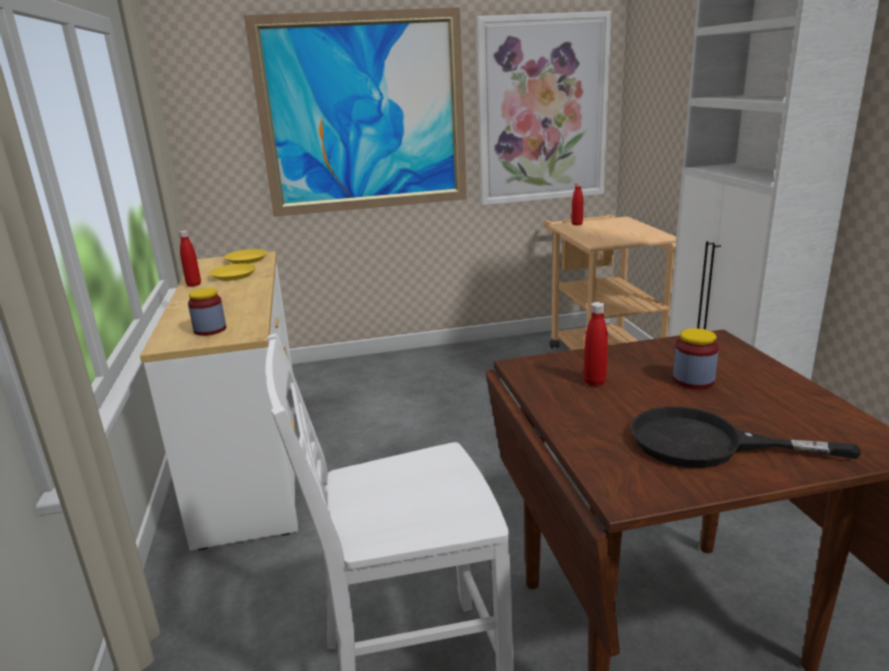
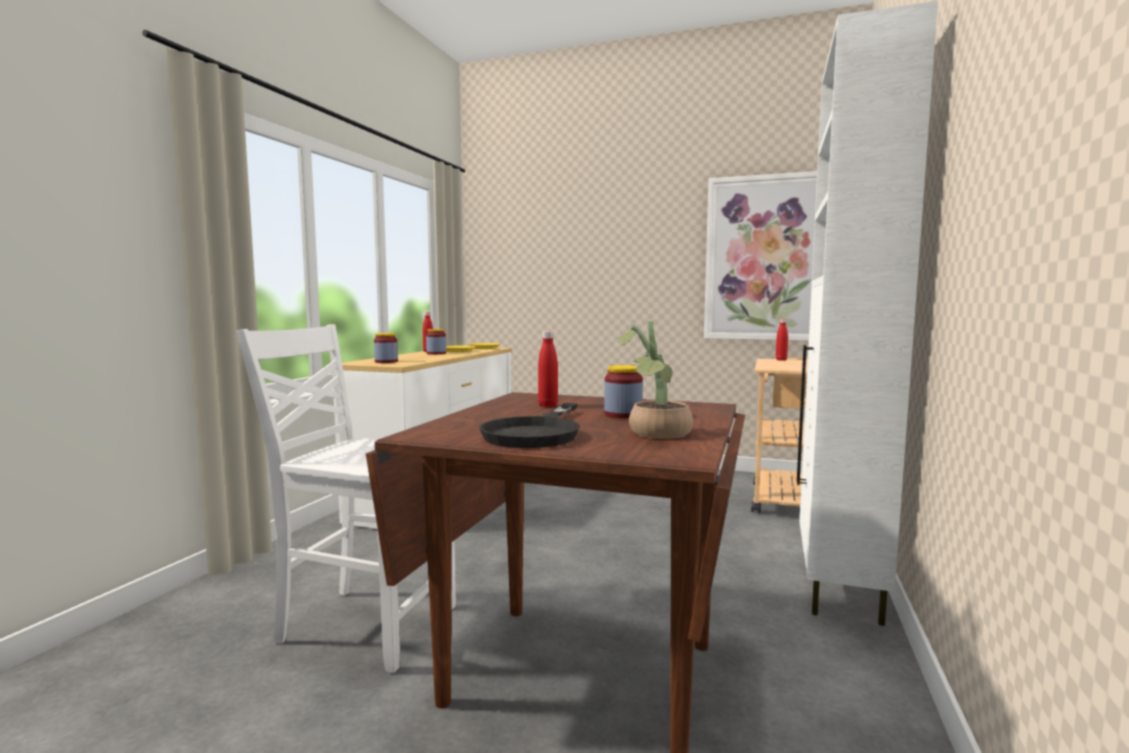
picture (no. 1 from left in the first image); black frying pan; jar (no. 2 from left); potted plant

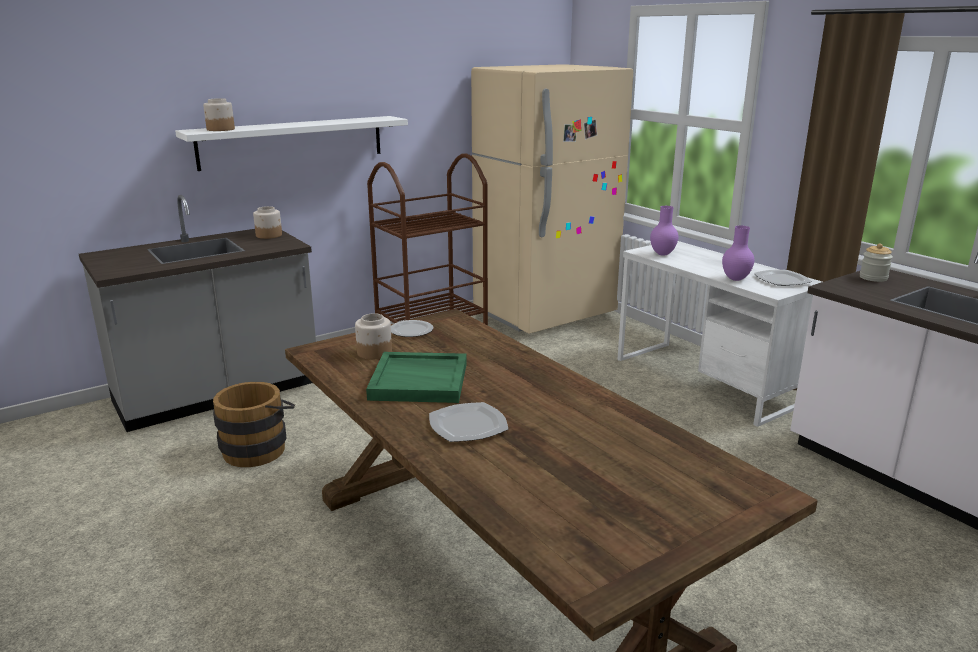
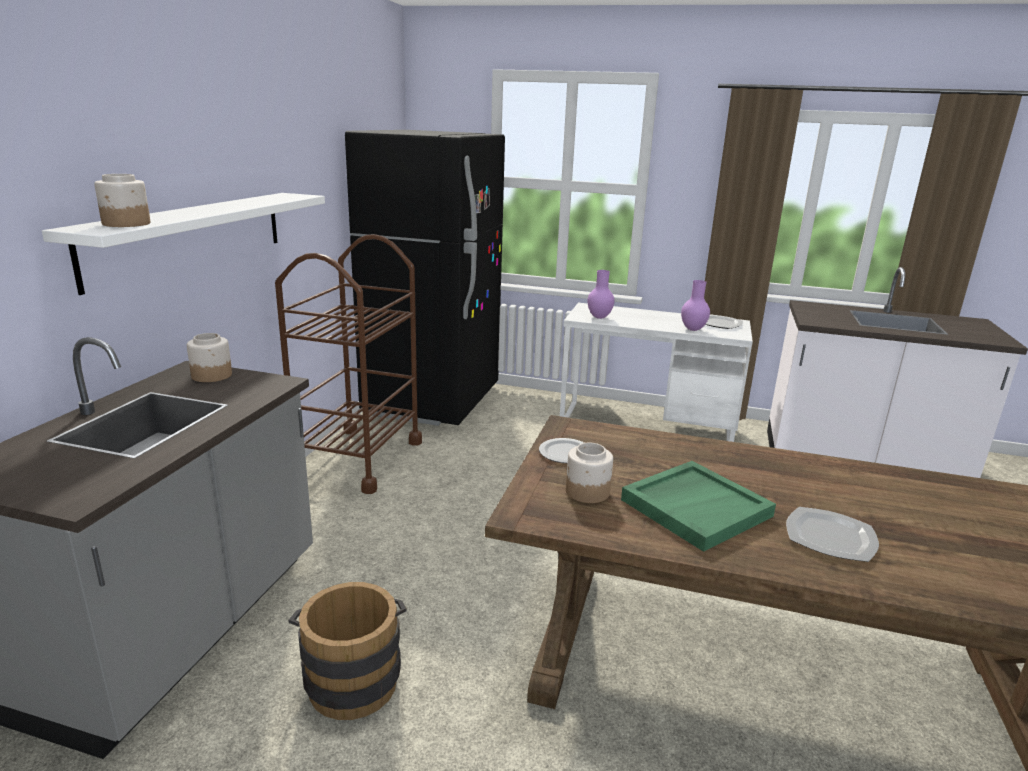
black fridge; jar (no. 4 from left in the first image)

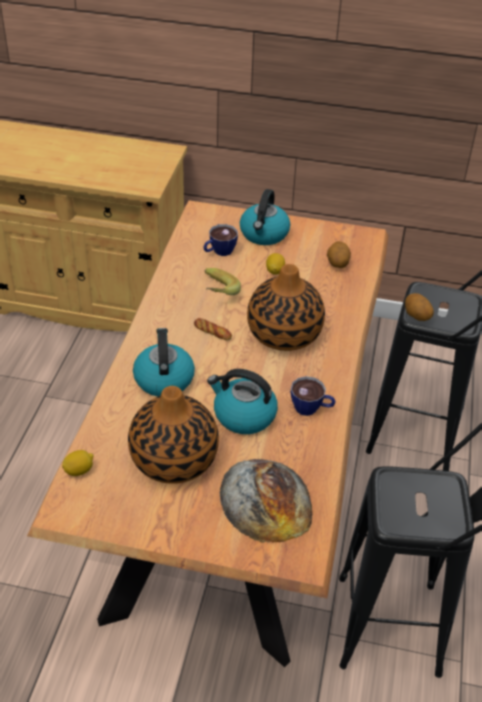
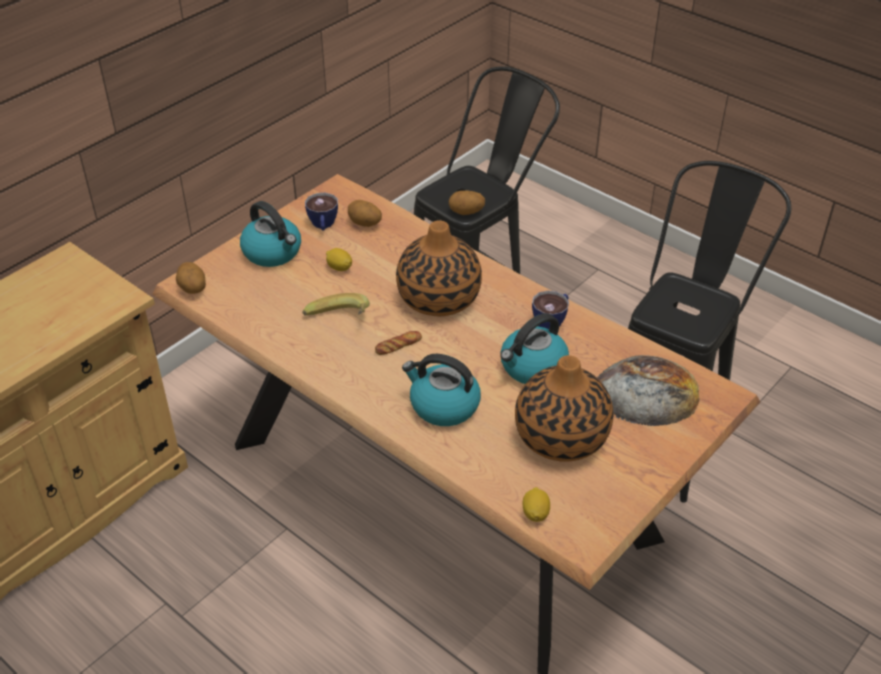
cup (no. 1 from left); potato (no. 1 from left)

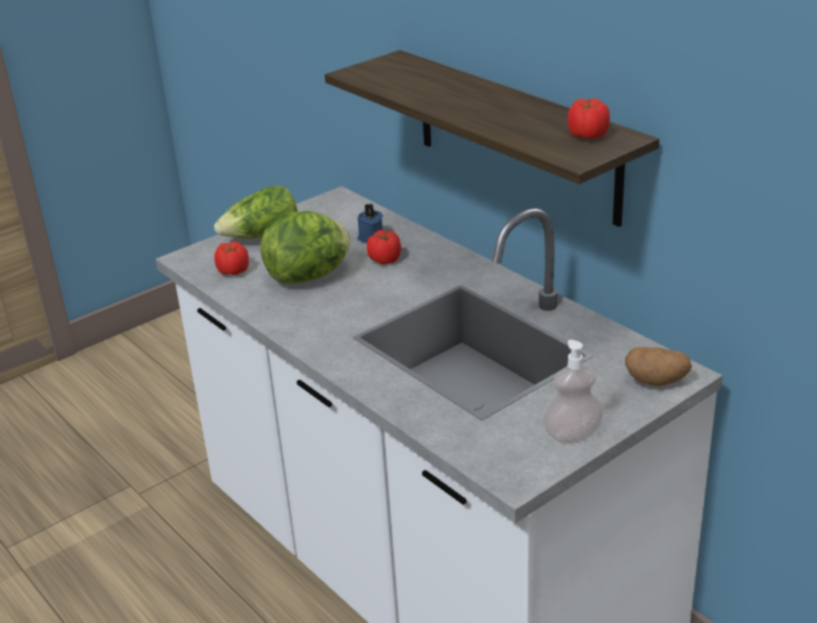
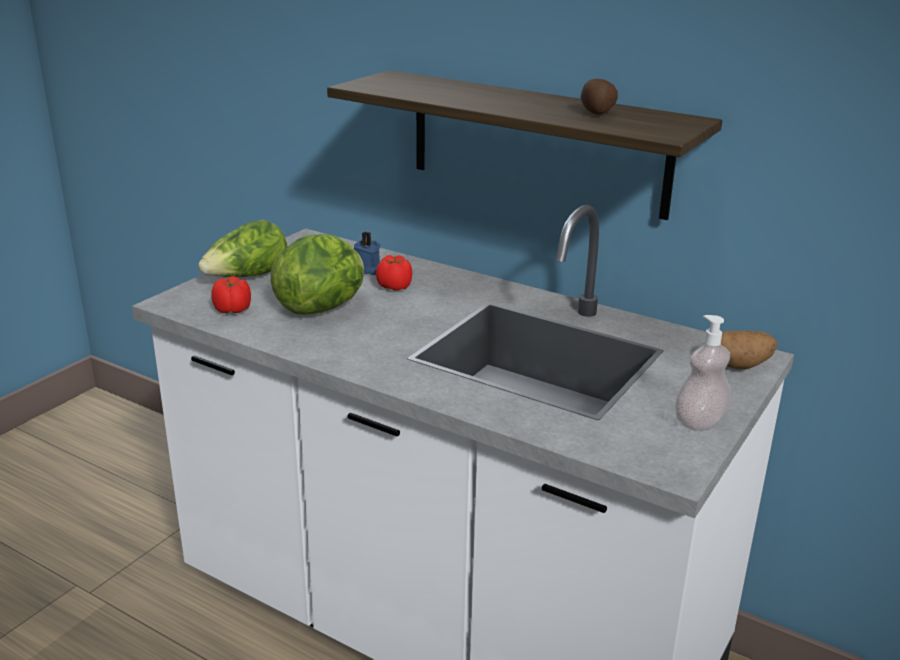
tomato (no. 3 from left in the first image); potato (no. 1 from left)

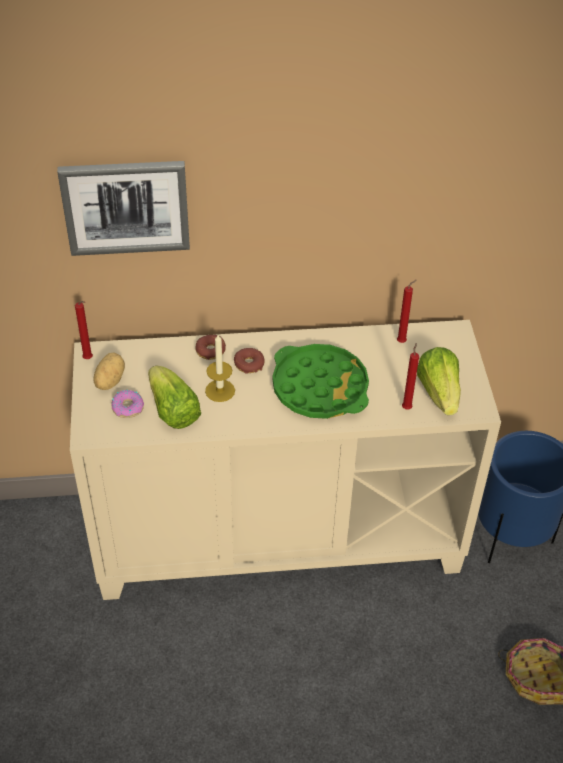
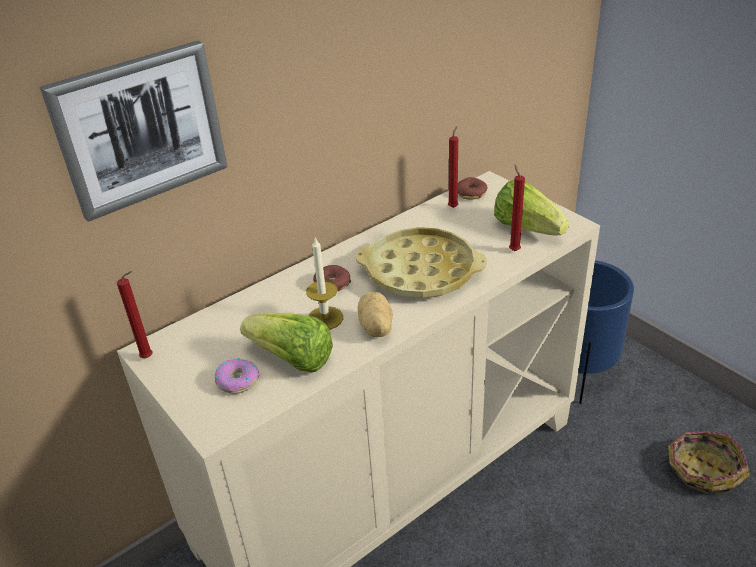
potato; donut (no. 3 from left); yellow tray

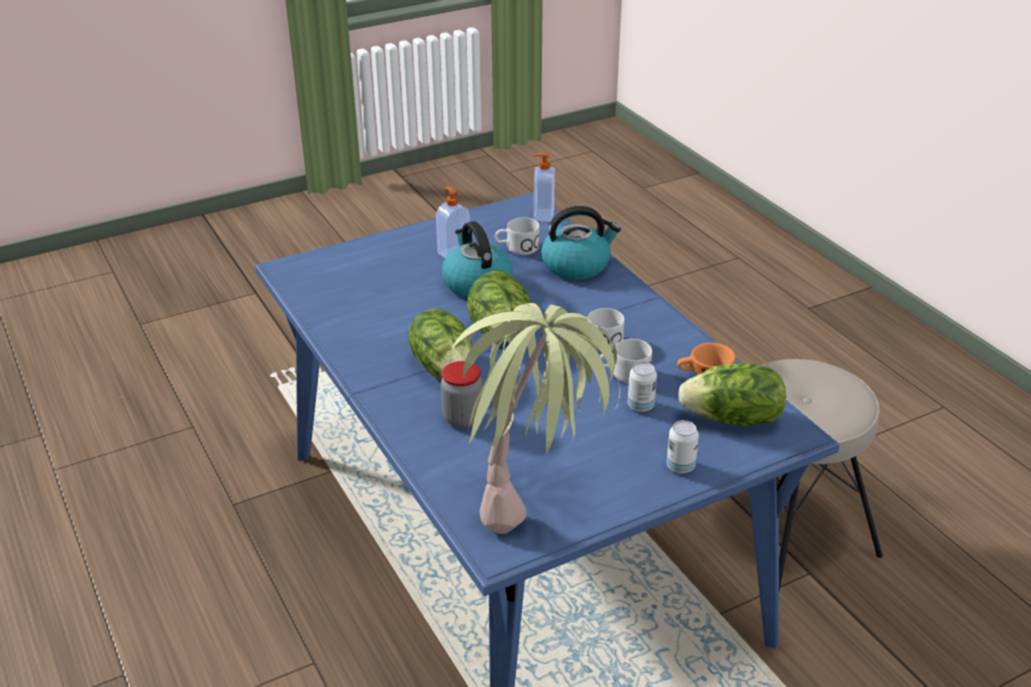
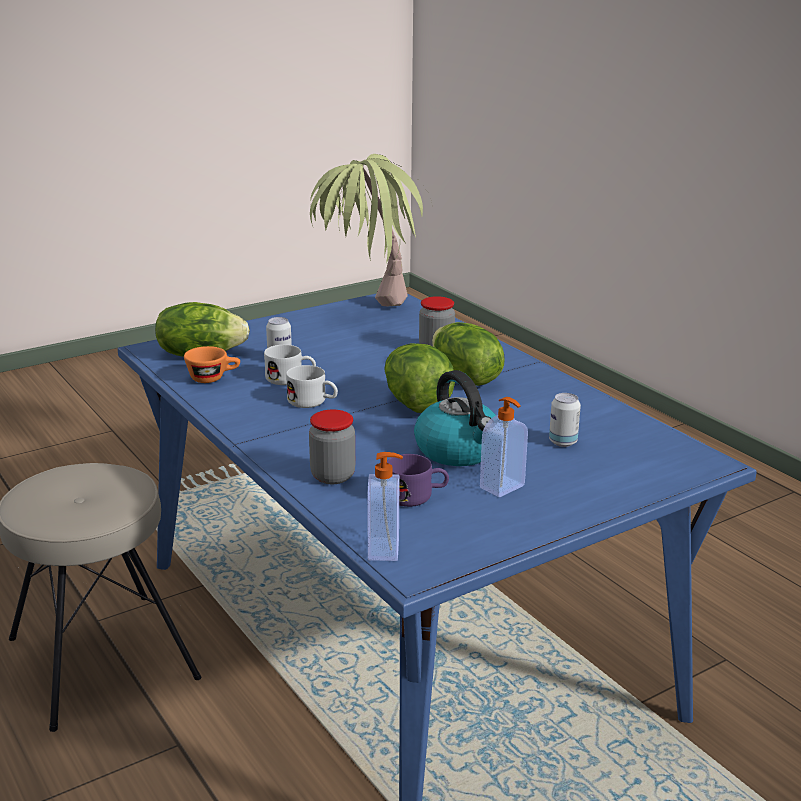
purple mug; jar (no. 1 from left); can (no. 2 from left)

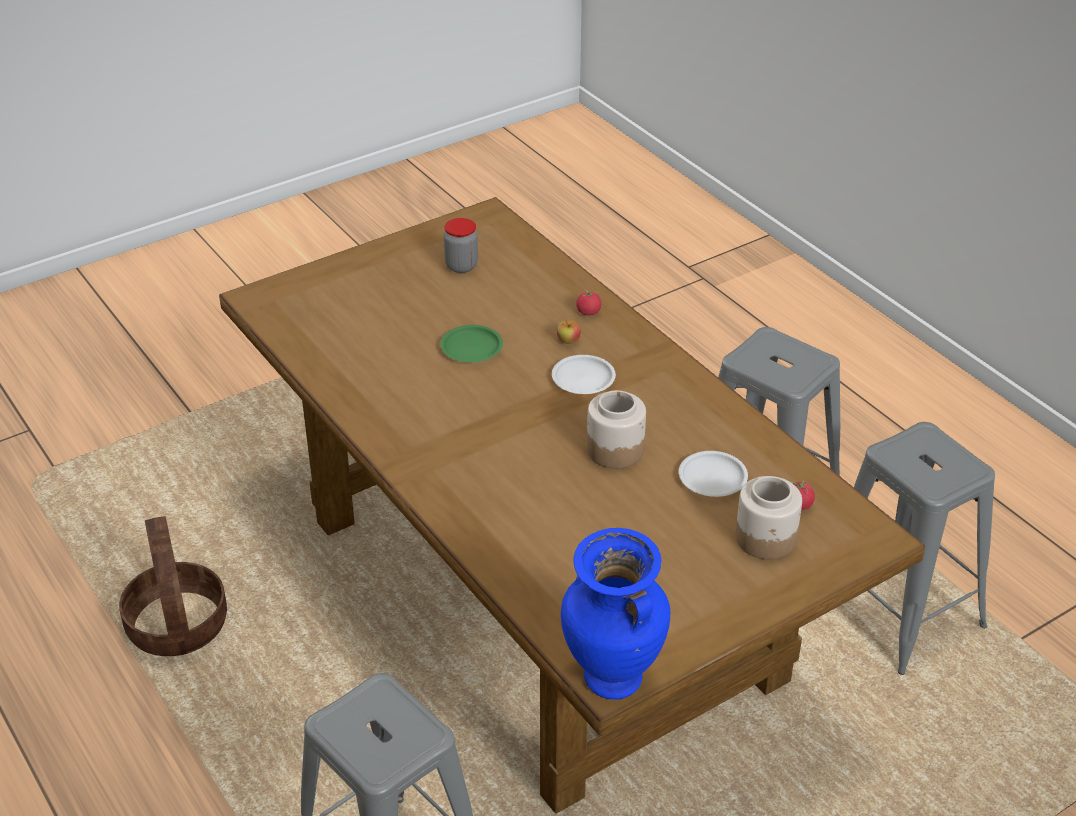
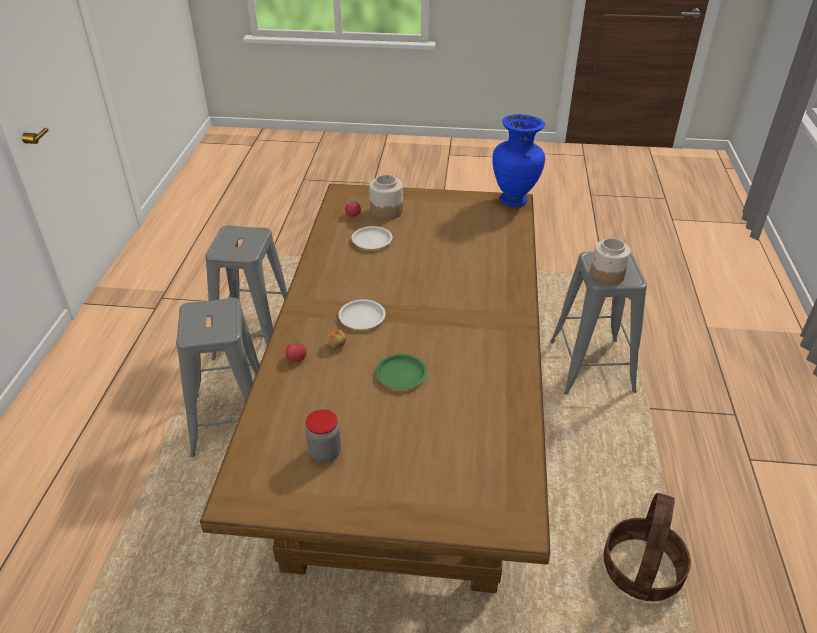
jar (no. 3 from left)

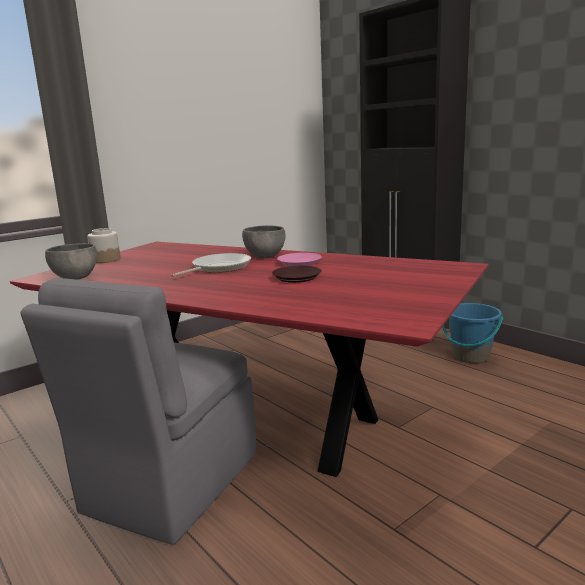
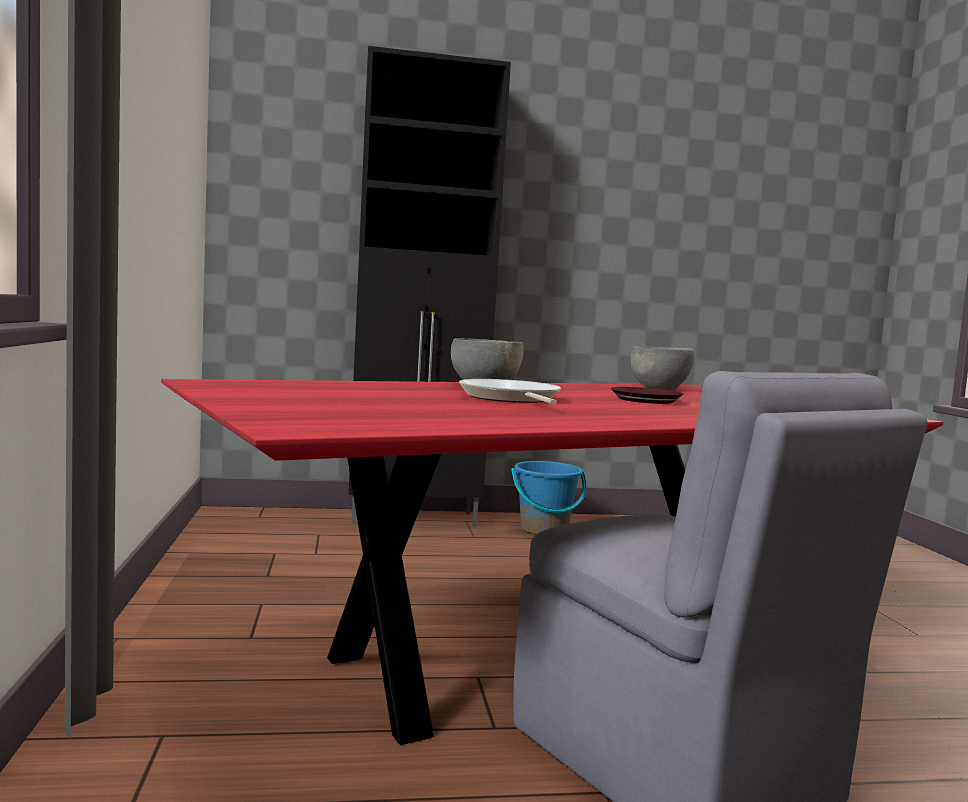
grey bowl (no. 2 from left); jar; pink plate

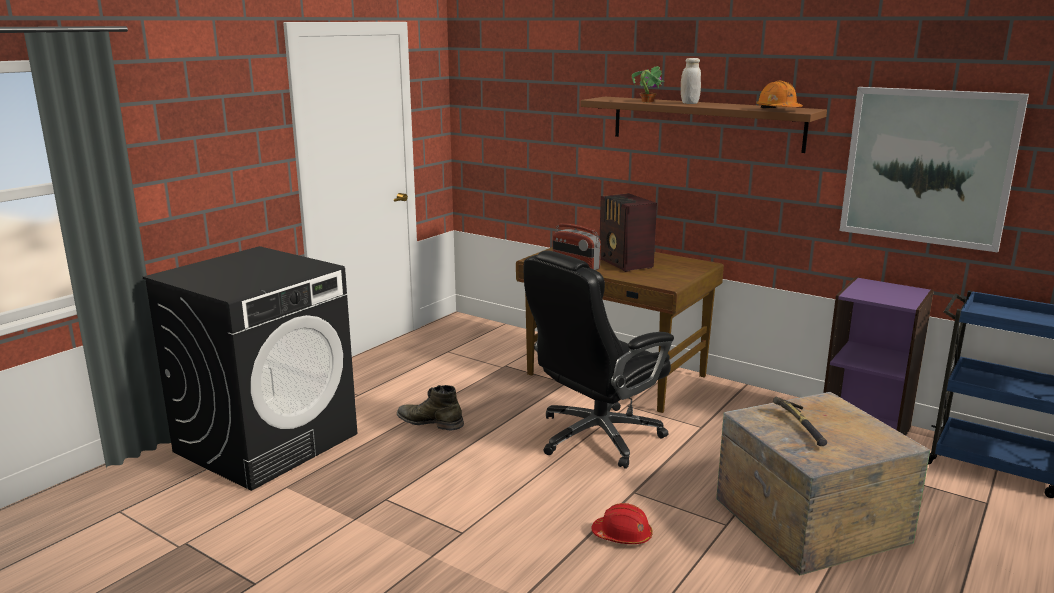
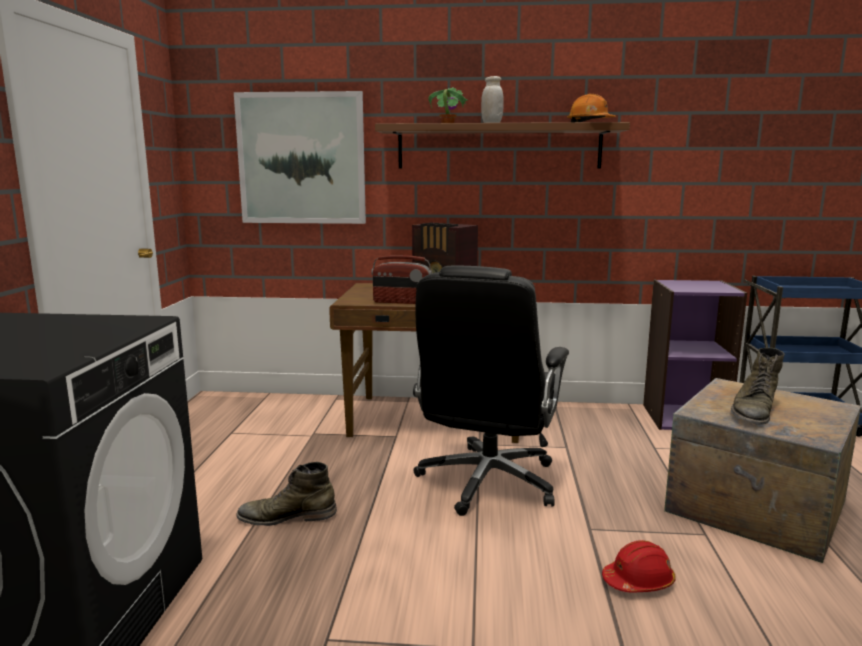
green boot (no. 2 from left); picture

